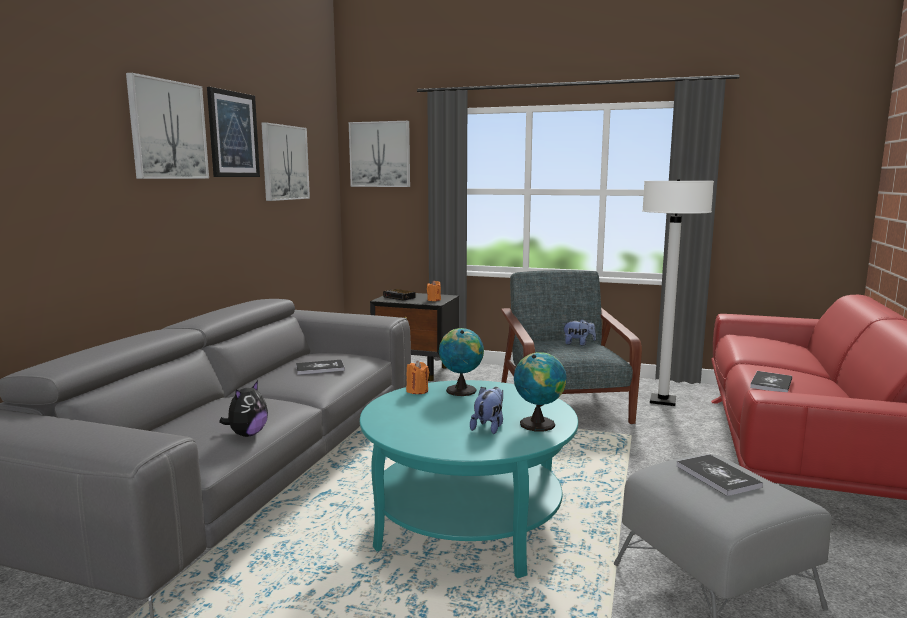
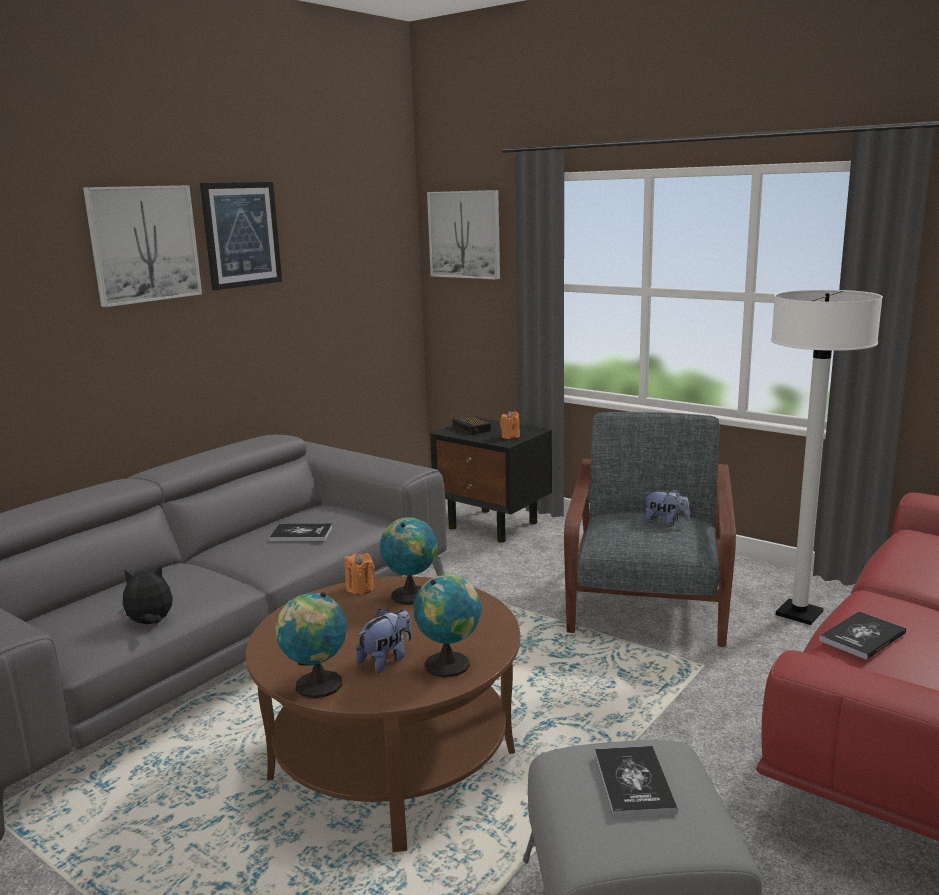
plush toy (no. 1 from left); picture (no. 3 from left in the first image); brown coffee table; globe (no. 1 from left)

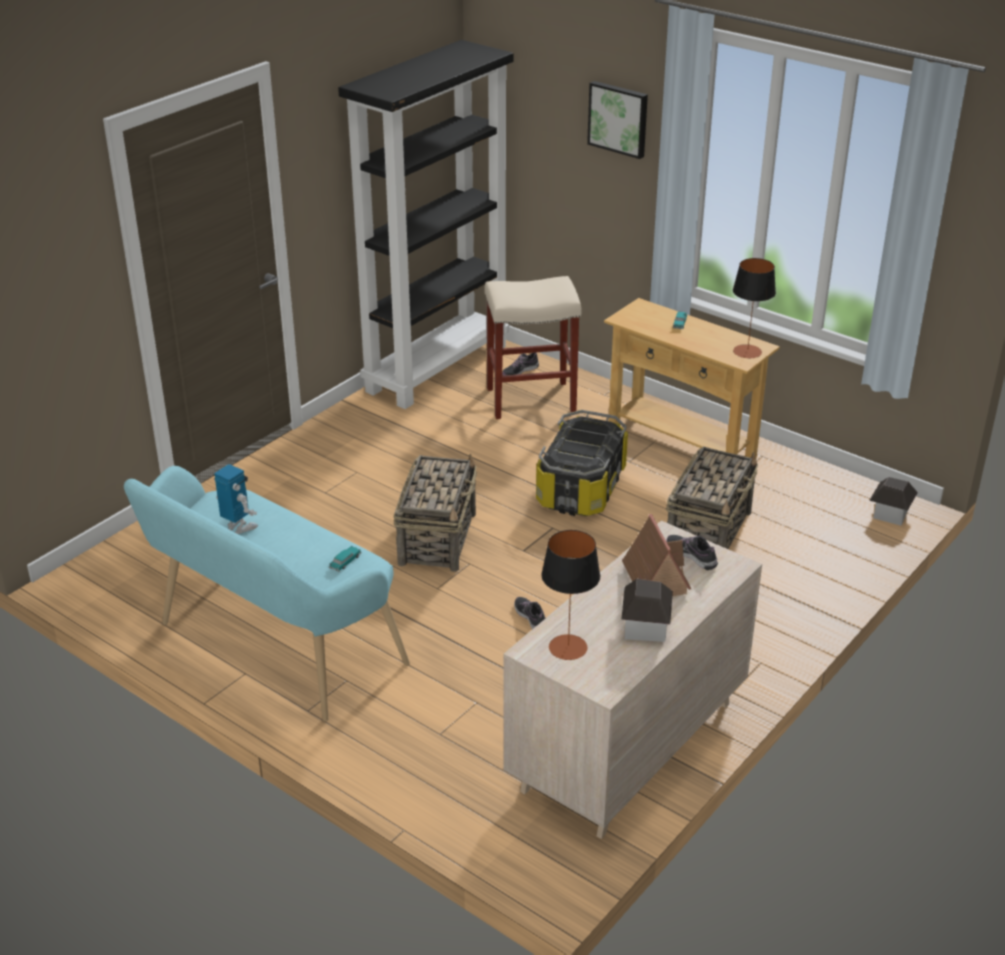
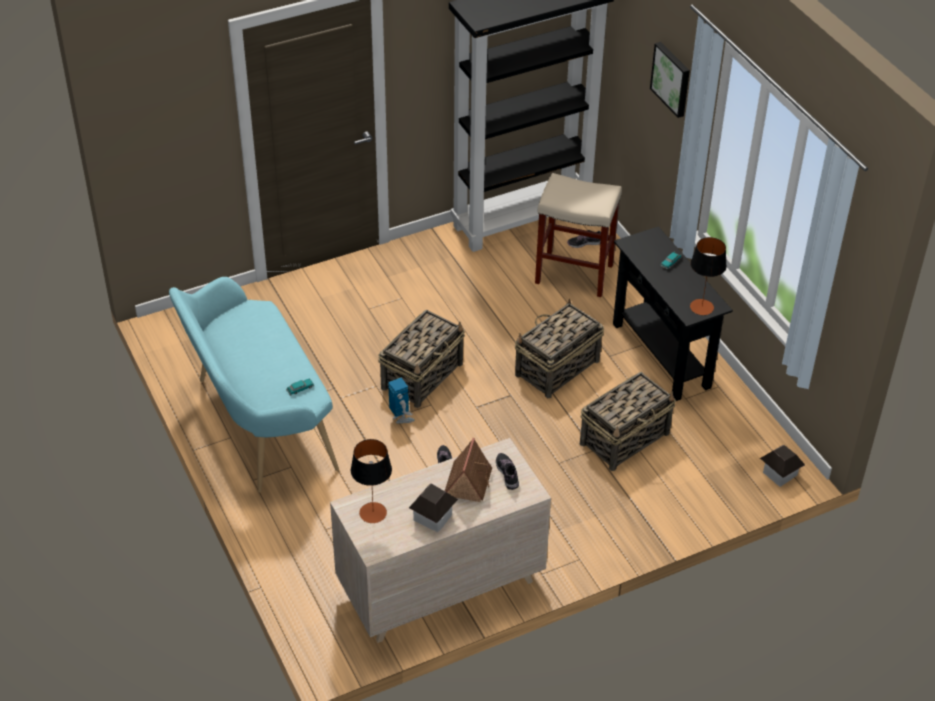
toy robot; basket (no. 2 from left); black console table

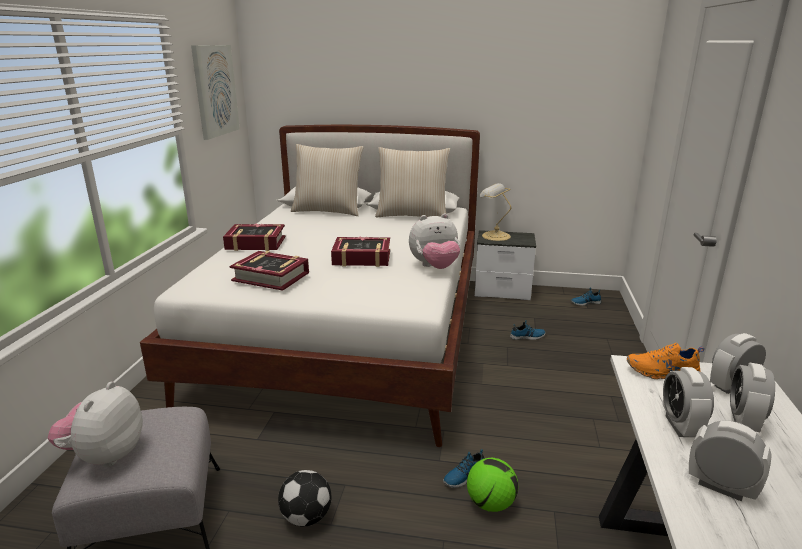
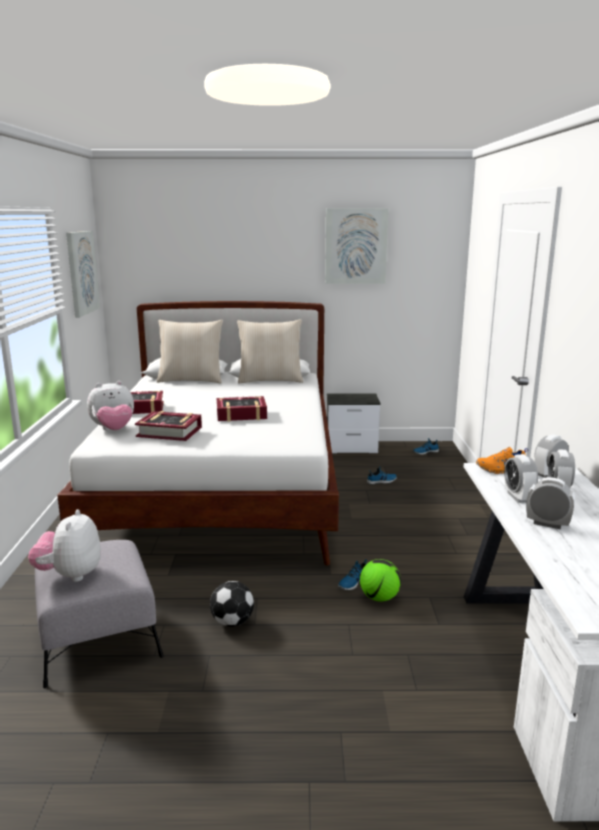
plush toy (no. 2 from left); table lamp; picture (no. 2 from left)

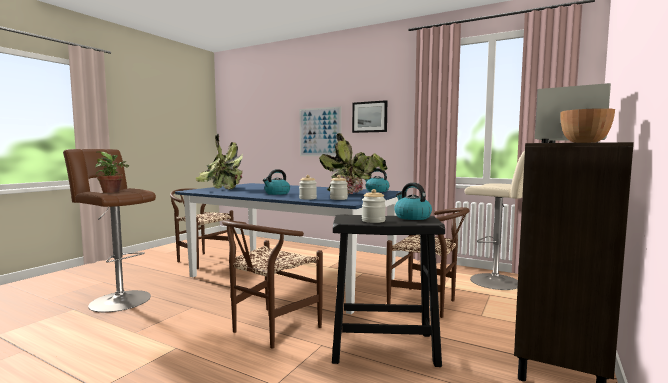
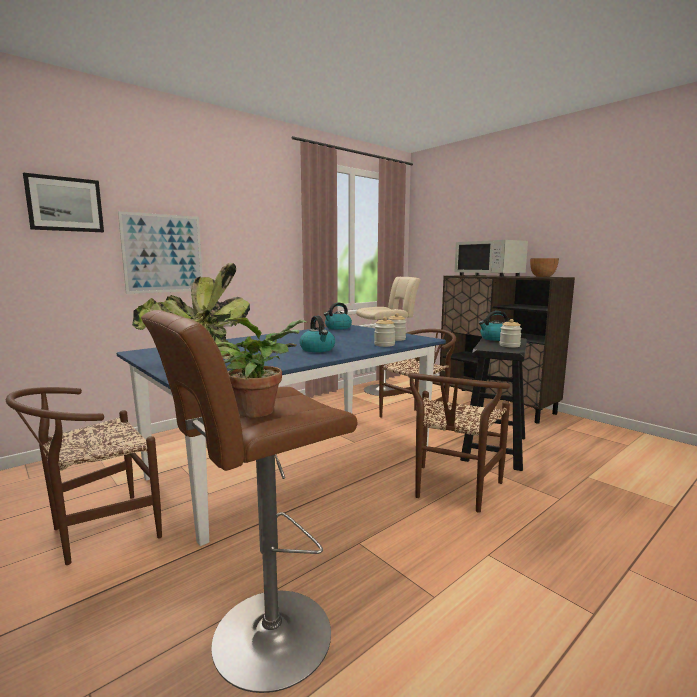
brown chair (no. 3 from left); potted plant (no. 3 from left in the first image); picture (no. 1 from left)

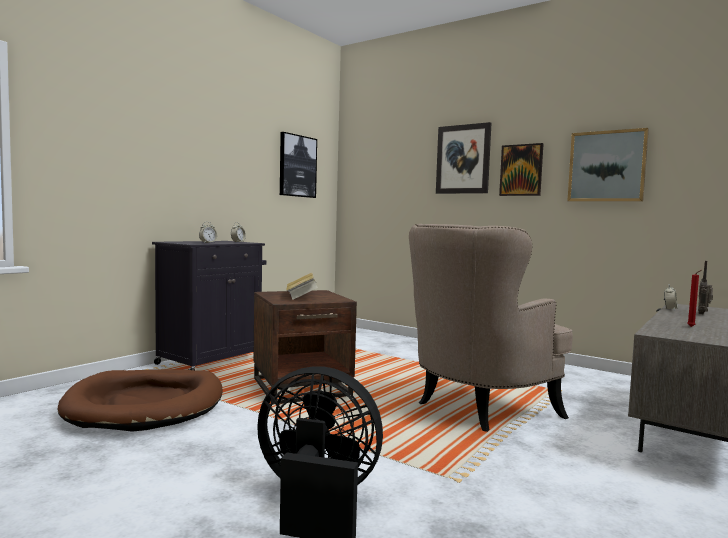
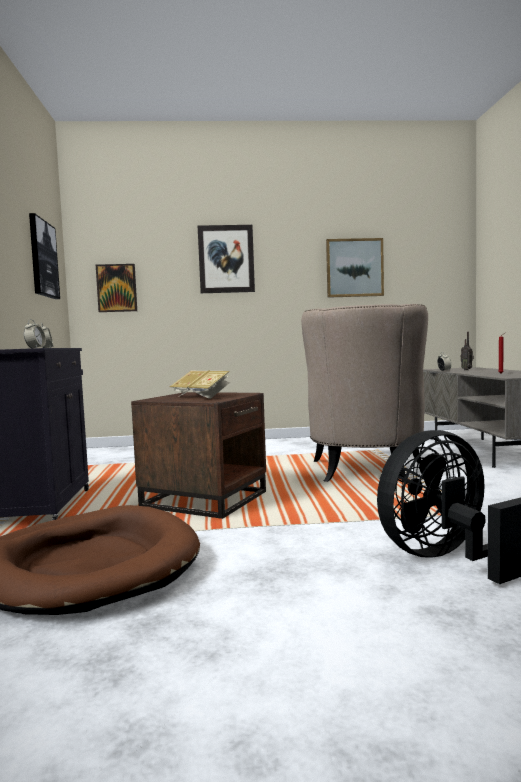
picture (no. 2 from left)

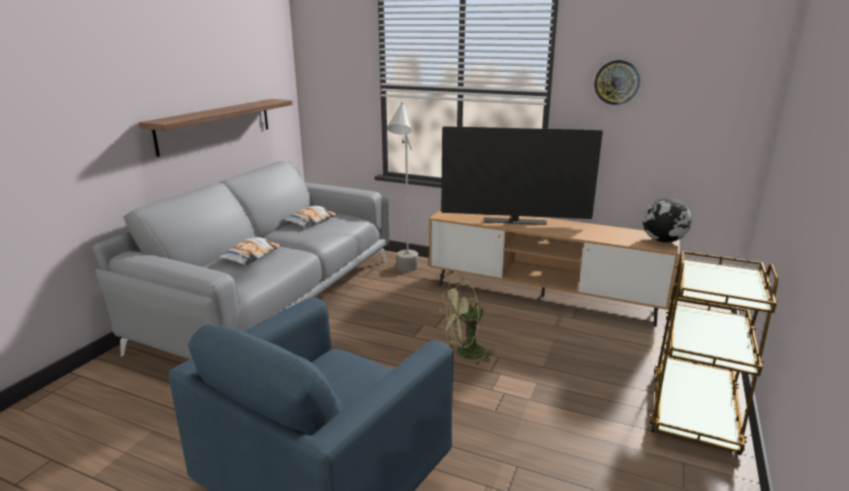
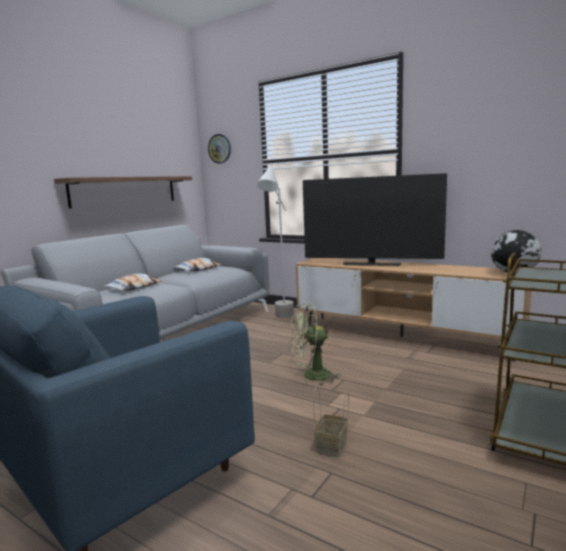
wall clock; basket

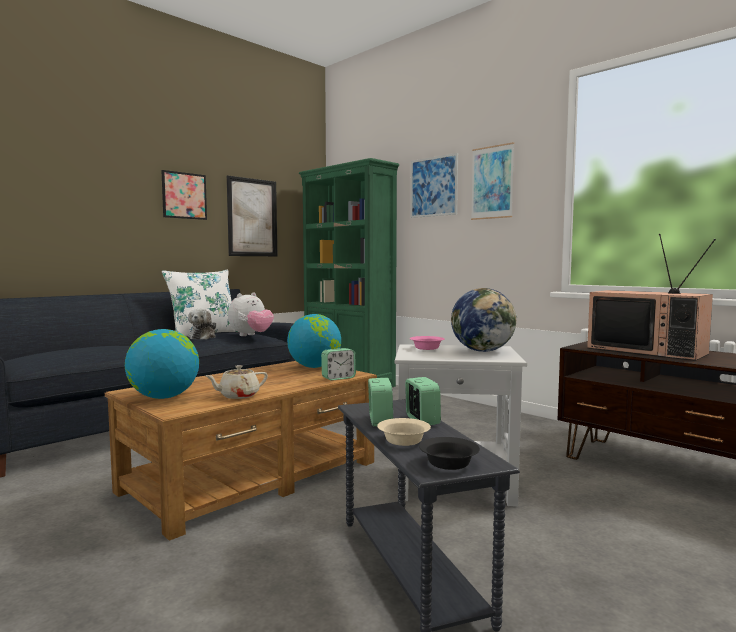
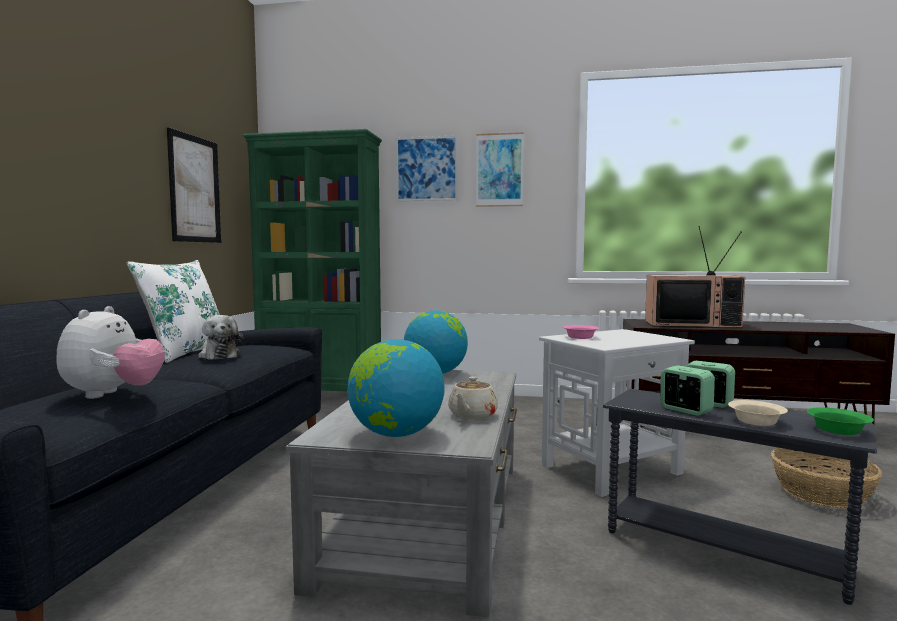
grey coffee table; picture (no. 1 from left in the first image); plush toy (no. 1 from left); alarm clock (no. 1 from left in the first image); green bowl; globe (no. 3 from left in the first image); basket

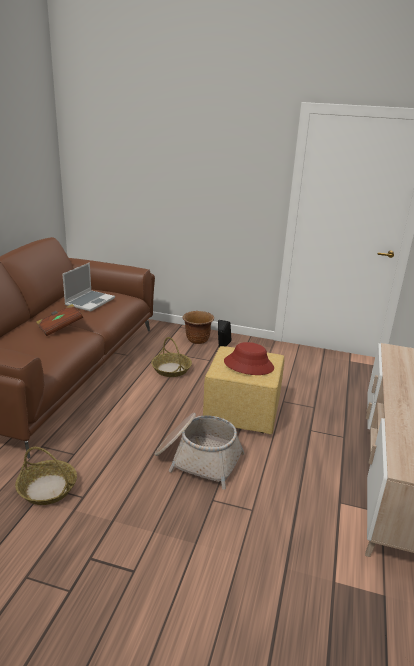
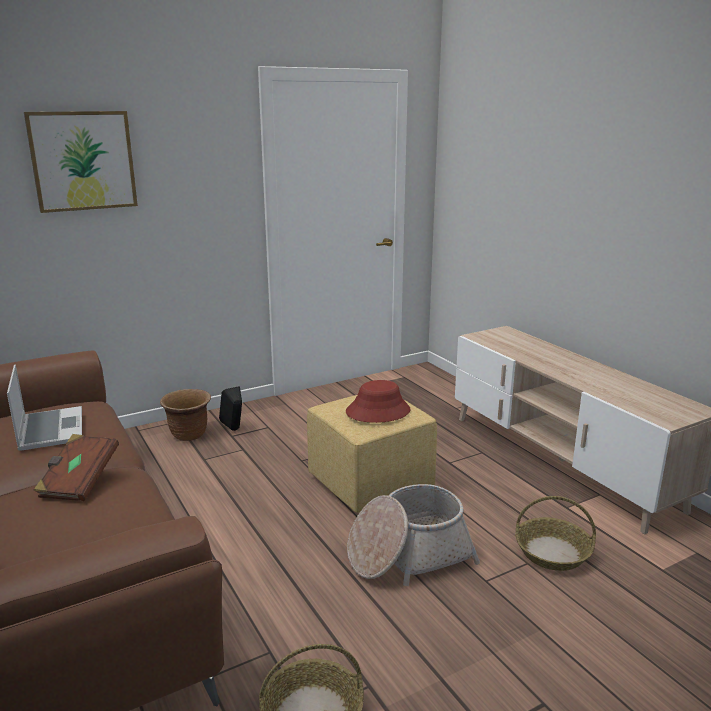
basket (no. 3 from left); picture

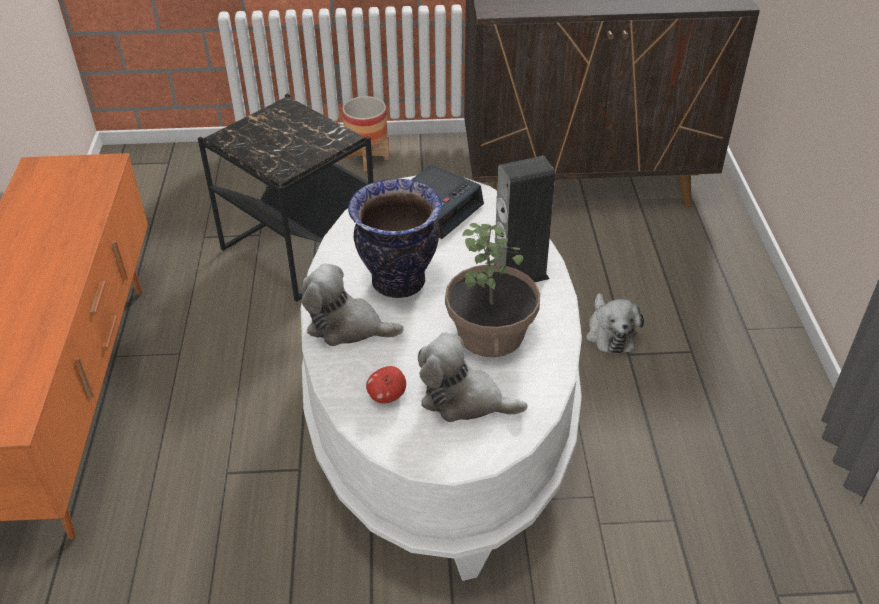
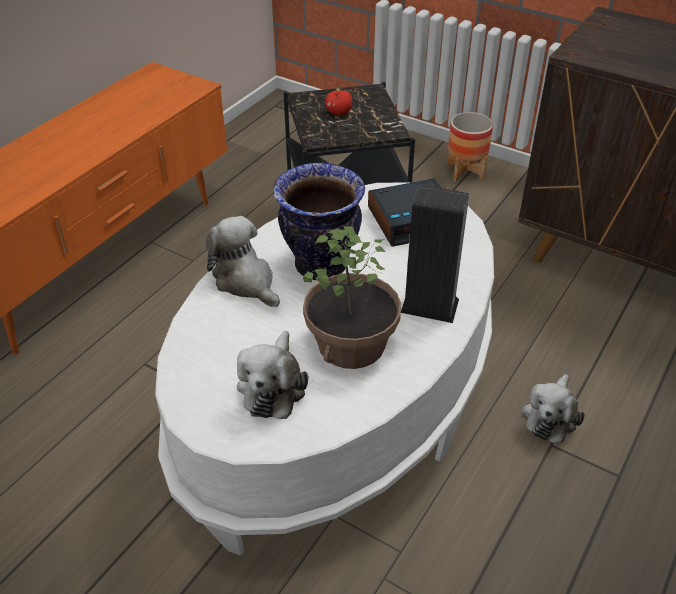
apple; plush toy (no. 2 from left)

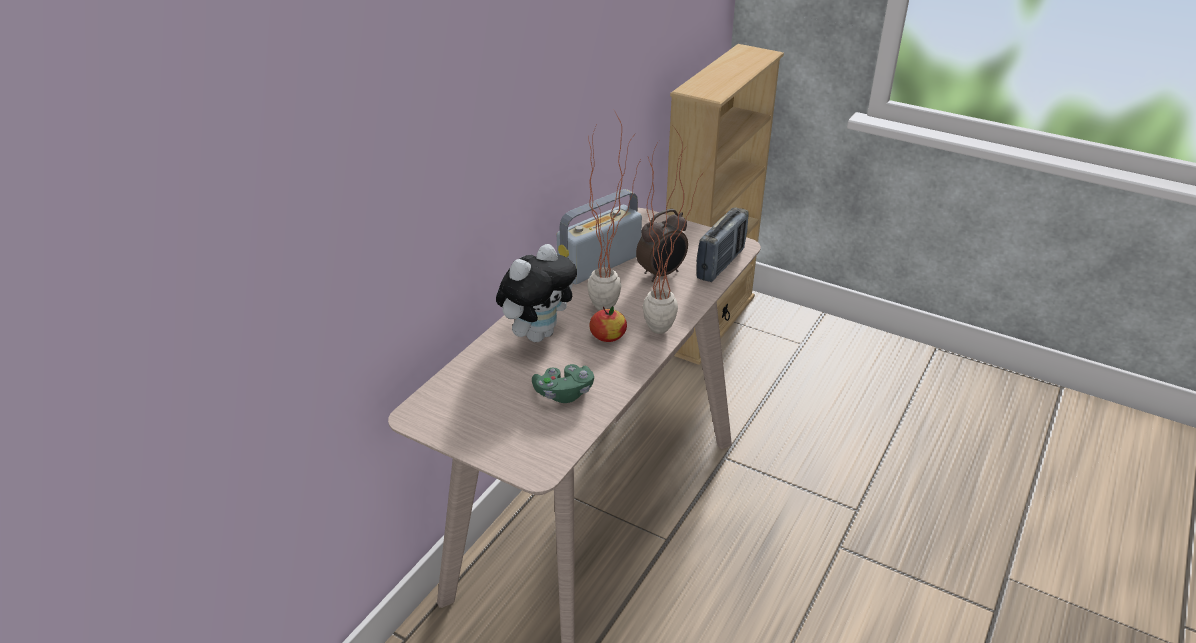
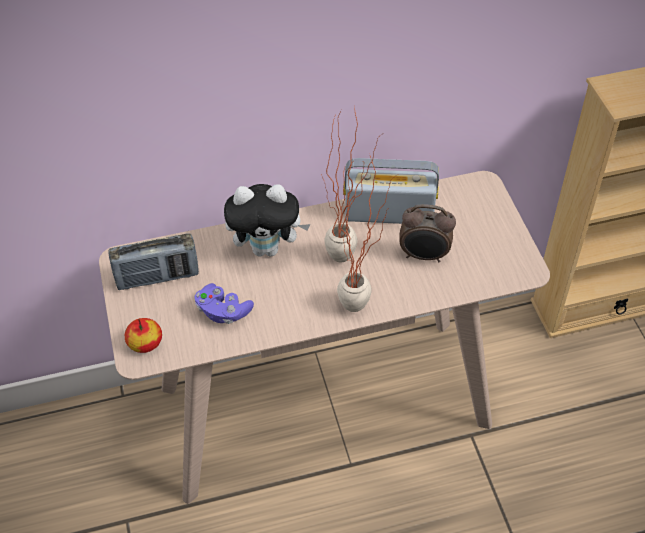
purple game controller; apple; radio (no. 1 from left)

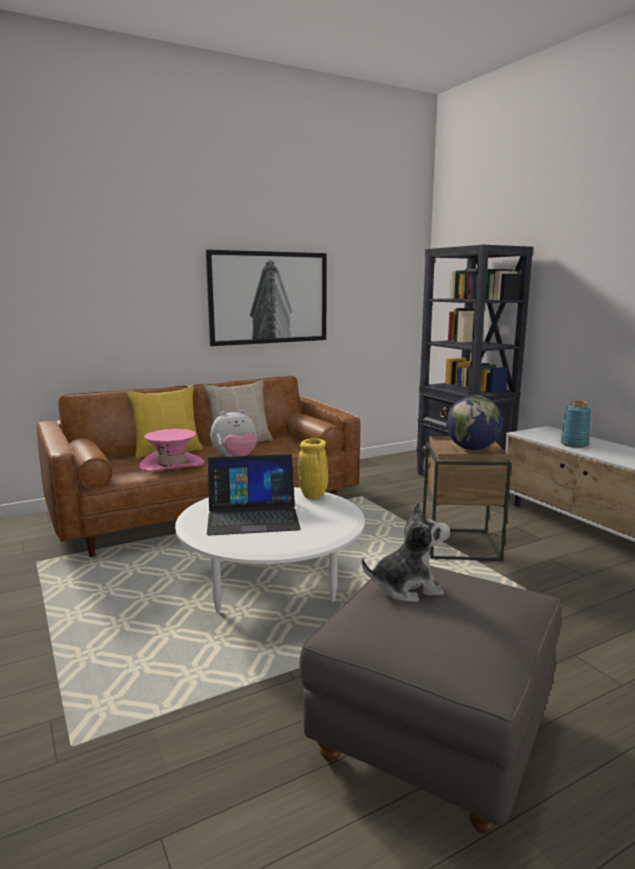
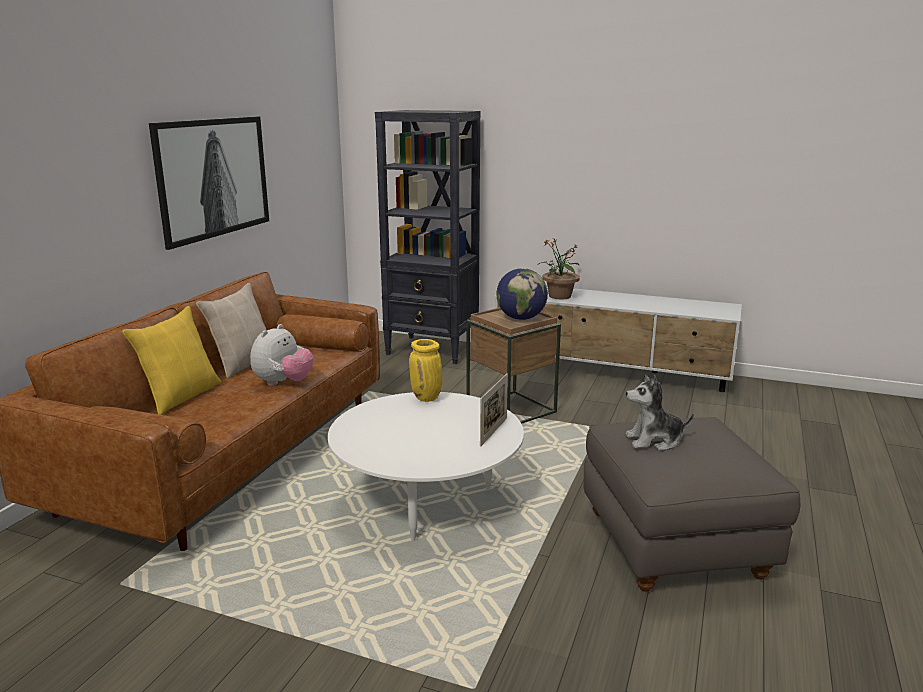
pink hat; laptop; plush toy (no. 2 from left); potted plant; picture frame

